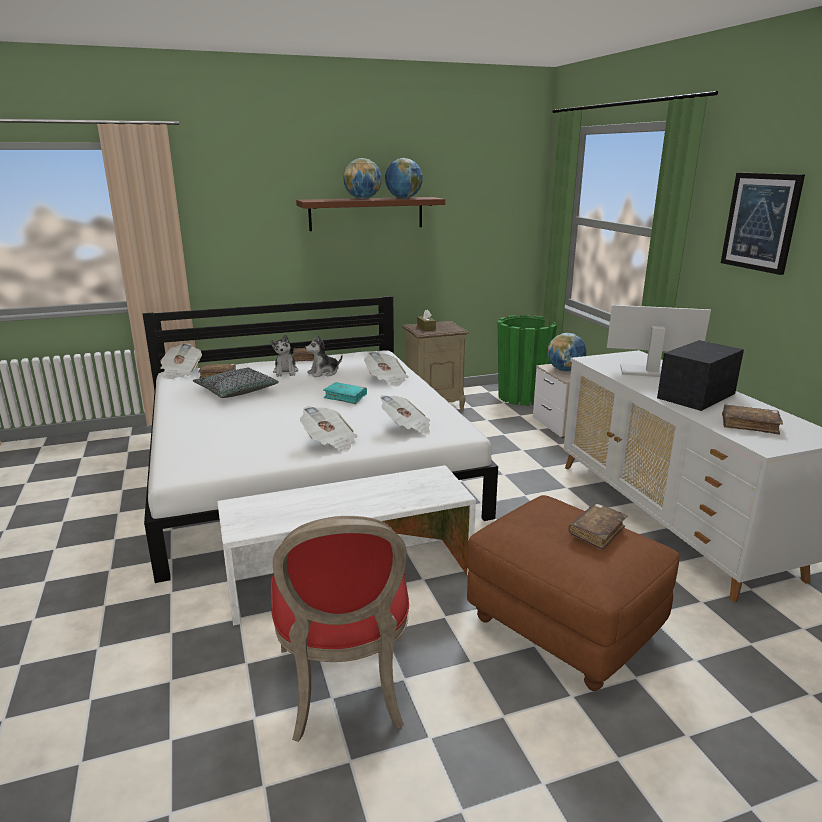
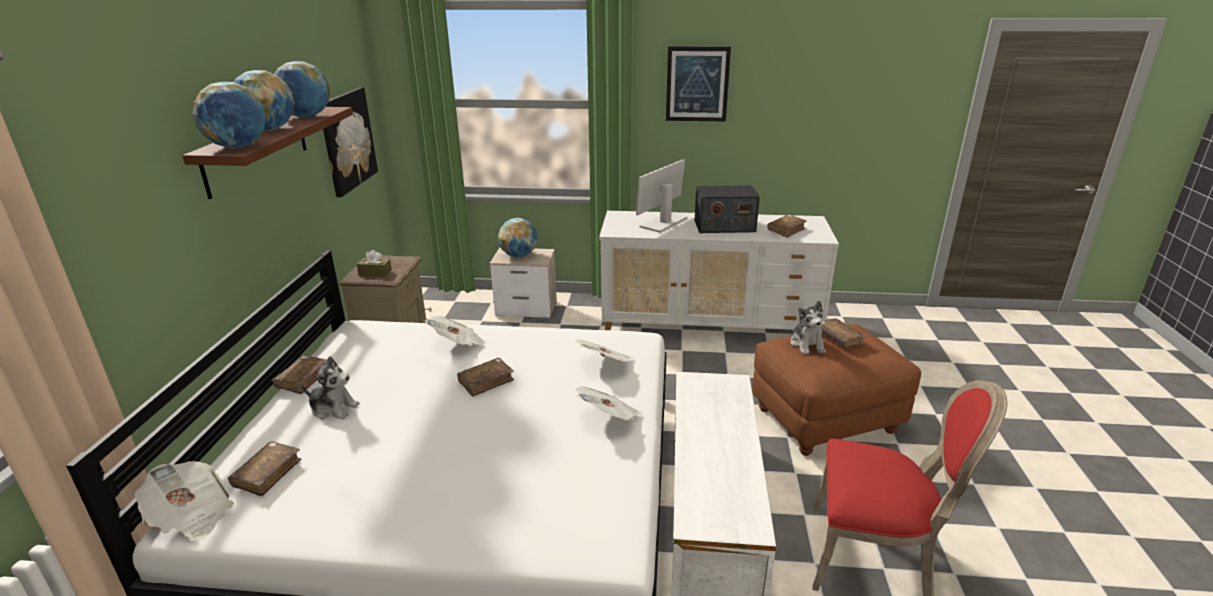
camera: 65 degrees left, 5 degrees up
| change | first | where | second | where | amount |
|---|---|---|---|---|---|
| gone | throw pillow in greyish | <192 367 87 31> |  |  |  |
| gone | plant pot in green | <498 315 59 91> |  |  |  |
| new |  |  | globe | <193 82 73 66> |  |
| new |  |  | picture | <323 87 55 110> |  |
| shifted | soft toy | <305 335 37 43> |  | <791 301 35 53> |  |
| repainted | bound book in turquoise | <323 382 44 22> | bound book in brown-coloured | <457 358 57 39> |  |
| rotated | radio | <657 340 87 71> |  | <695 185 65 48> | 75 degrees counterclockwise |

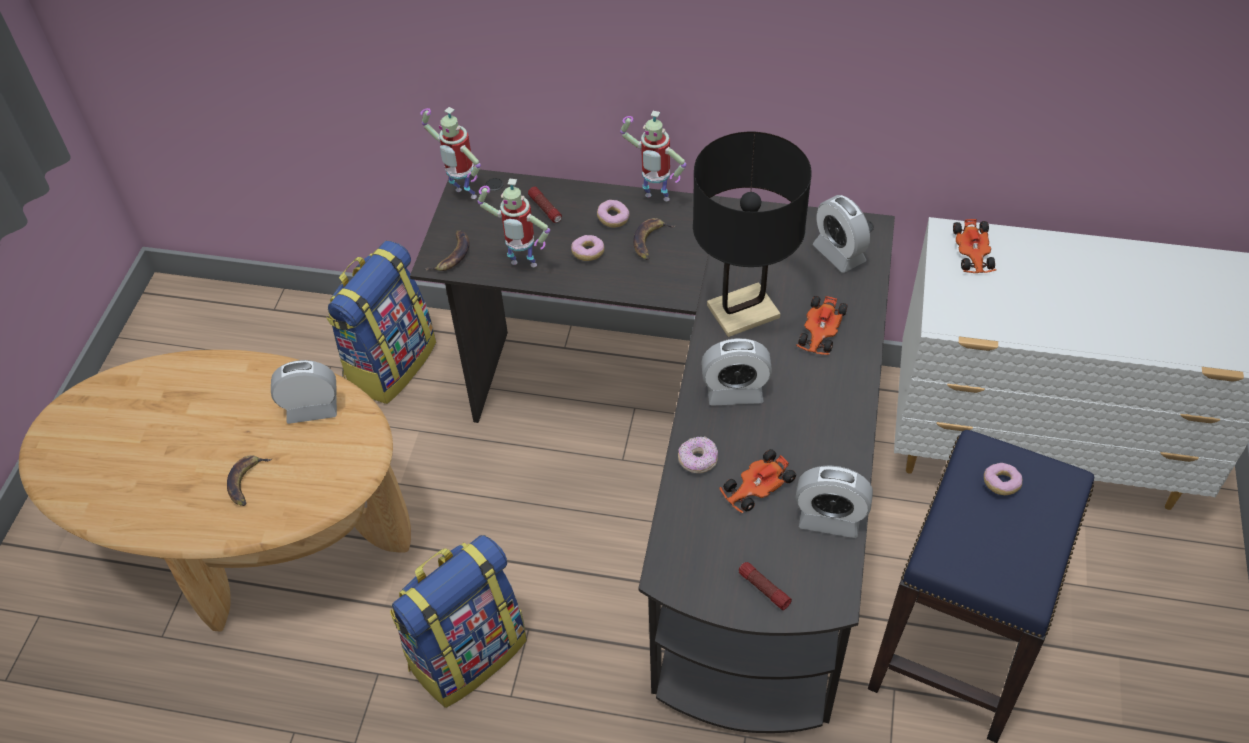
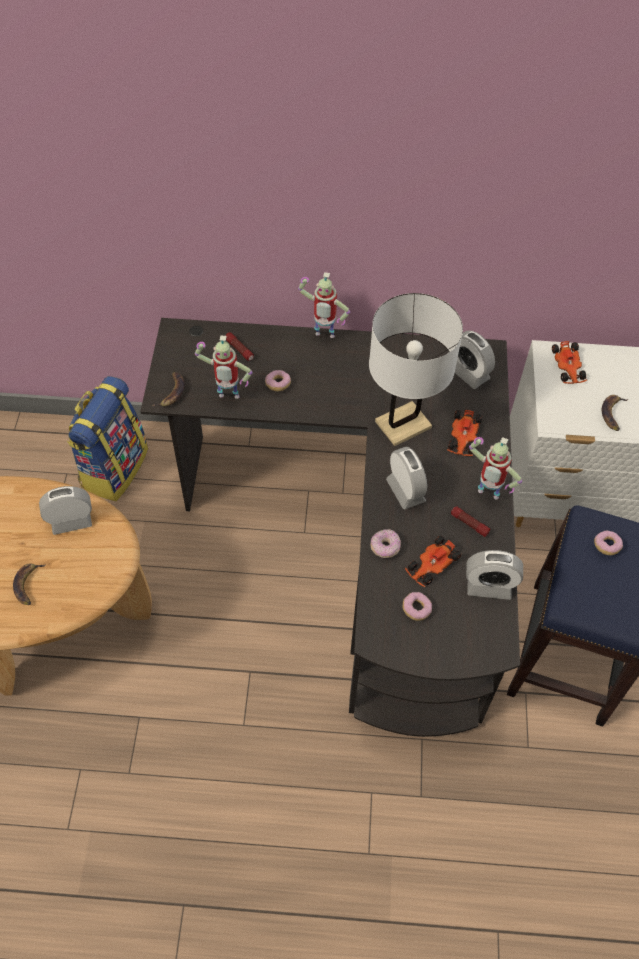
camera: 10 degrees left, 5 degrees up
| change | first | where | second | where | amount |
|---|---|---|---|---|---|
| gone | backpack | <390 535 136 173> |  |  |  |
| shifted | robot figure | <420 107 61 92> |  | <469 437 53 63> |  |
| shifted | donut | <597 200 33 28> |  | <402 592 30 29> |  |
| shifted | banana fruit | <633 218 43 42> |  | <602 395 26 36> |  |
| shifted | torch | <739 562 53 48> |  | <451 506 39 31> |  |
| repainted | table lamp in blackish | <693 132 119 205> | table lamp in whitish | <369 293 94 153> |  |
| rotated | table clock | <701 338 71 68> |  | <386 447 41 62> | 105 degrees counterclockwise |

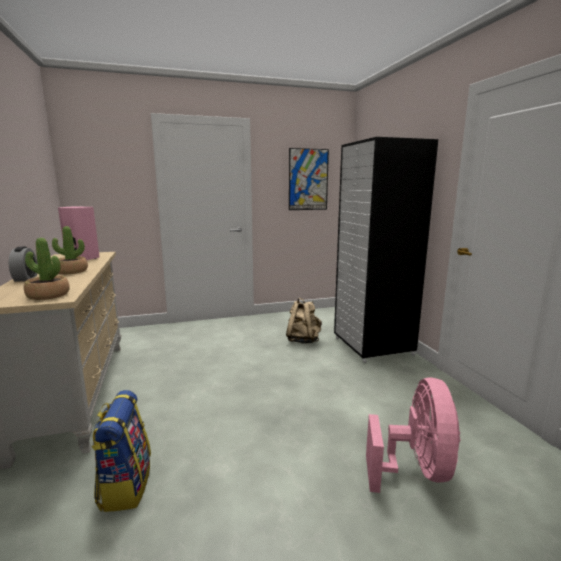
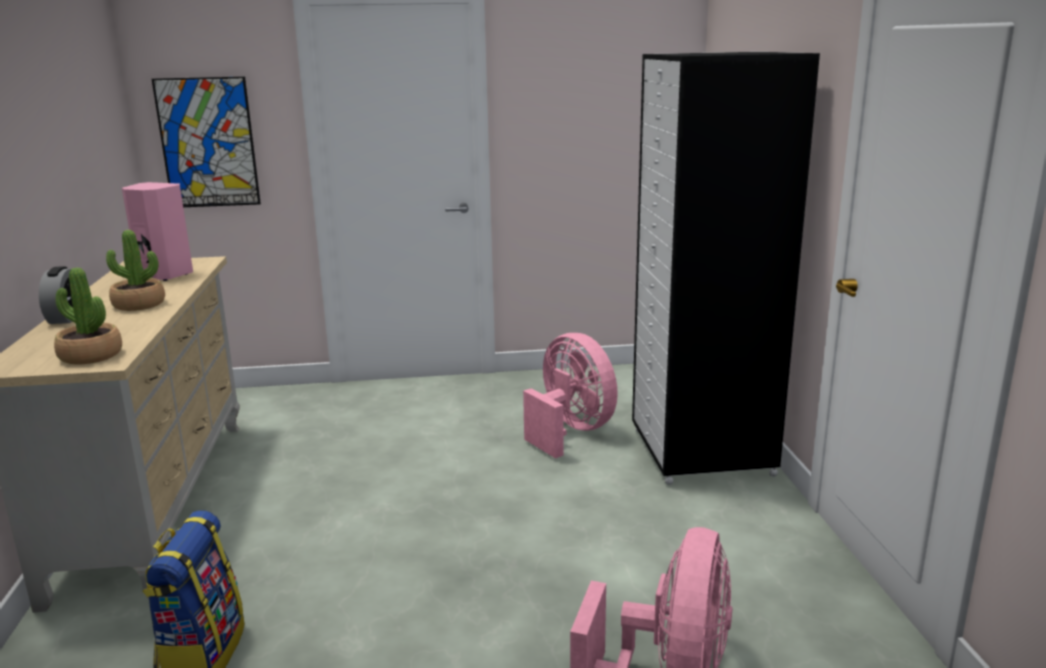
camera: 10 degrees right, 5 degrees up
| change | first | where | second | where | amount |
|---|---|---|---|---|---|
| shifted | picture | <289 148 40 62> |  | <152 77 109 130> |  |
| swapped | backpack in sand-coloured | <286 298 36 46> | cooling fan in pinkish | <523 333 95 125> |  |

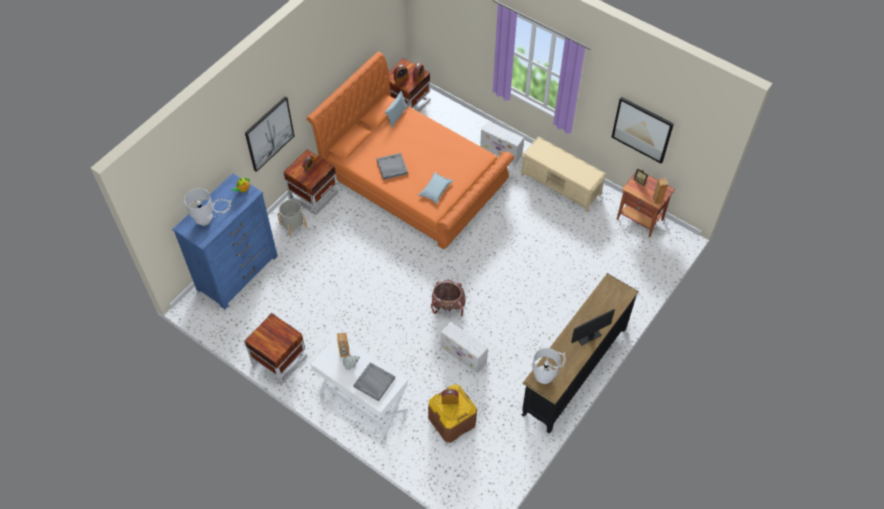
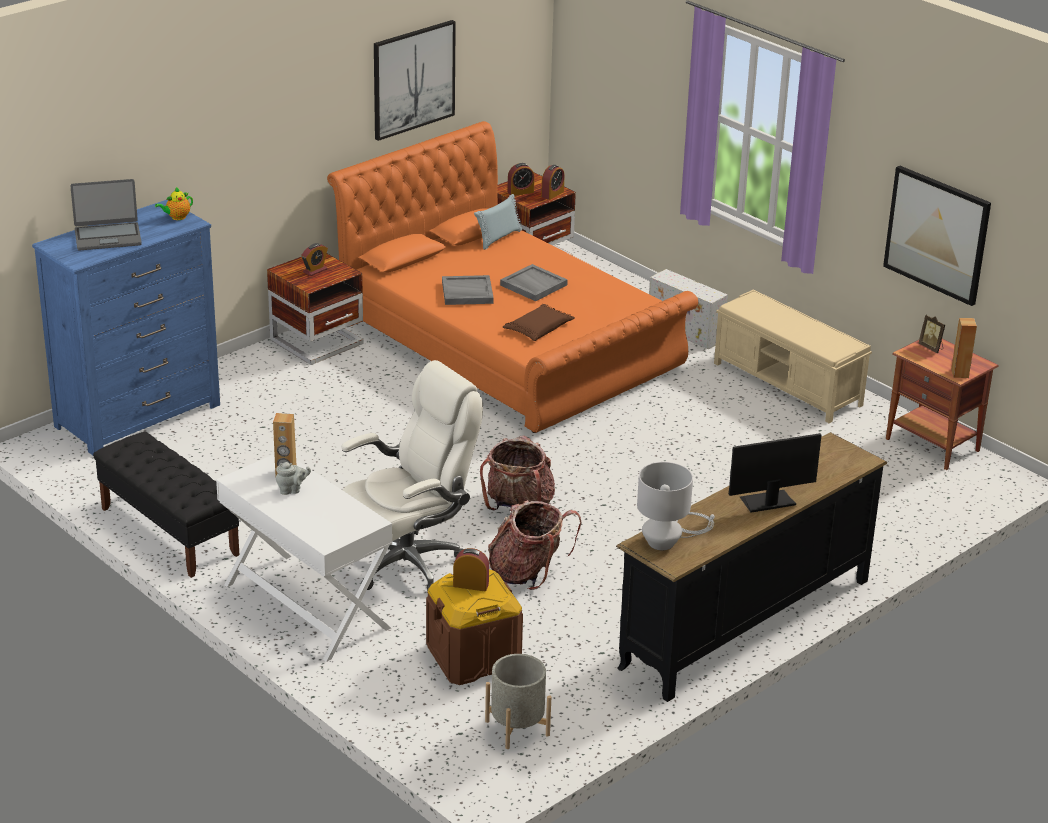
camera: 10 degrees right, 25 degrees down
| change | first | where | second | where | amount |
|---|---|---|---|---|---|
| new |  |  | office chair in whitish | <341 360 142 231> |  |
| shifted | picture | <245 96 49 76> |  | <374 20 82 121> |  |
| shifted | plant pot in greyish | <277 200 30 38> |  | <485 654 66 95> |  |
| shifted | serving tray in greyish | <353 362 42 39> |  | <500 264 68 37> |  |
| swapped | table lamp in greyish | <184 188 48 38> | notebook computer | <70 179 72 71> |  |
| swapped | nightstand | <244 313 63 72> | indoor bench in blackish | <93 432 146 146> |  |
| swapped | storage container in whitish | <441 322 47 51> | backpack | <488 500 93 90> |  |
| repainted | throw pillow in blue | <418 172 35 32> | throw pillow in brown-coloured | <503 304 72 37> |  |

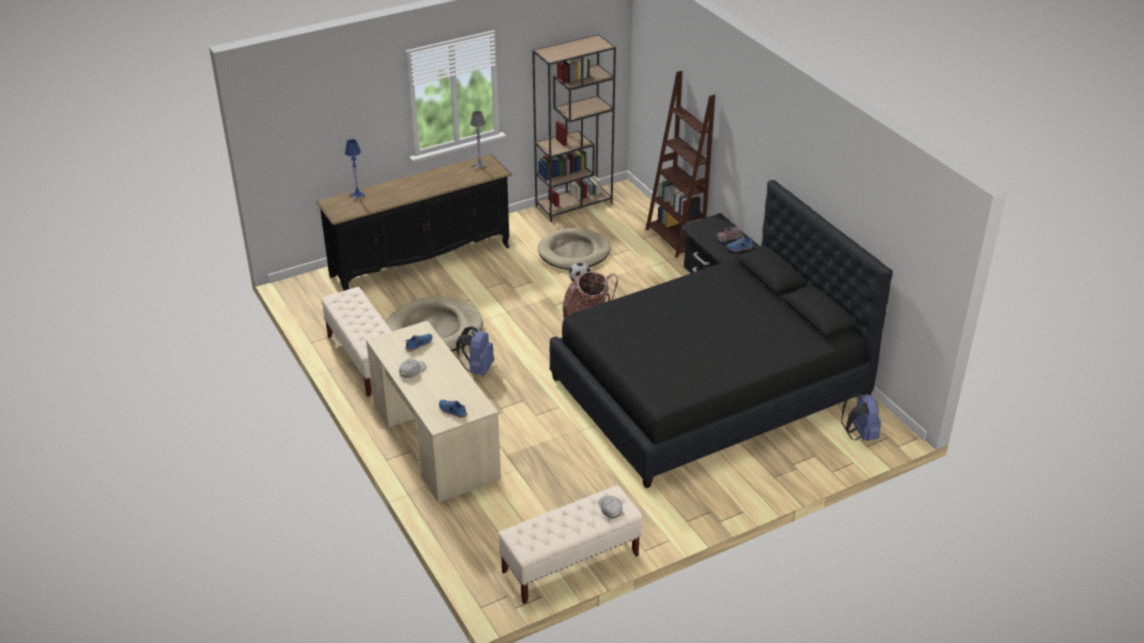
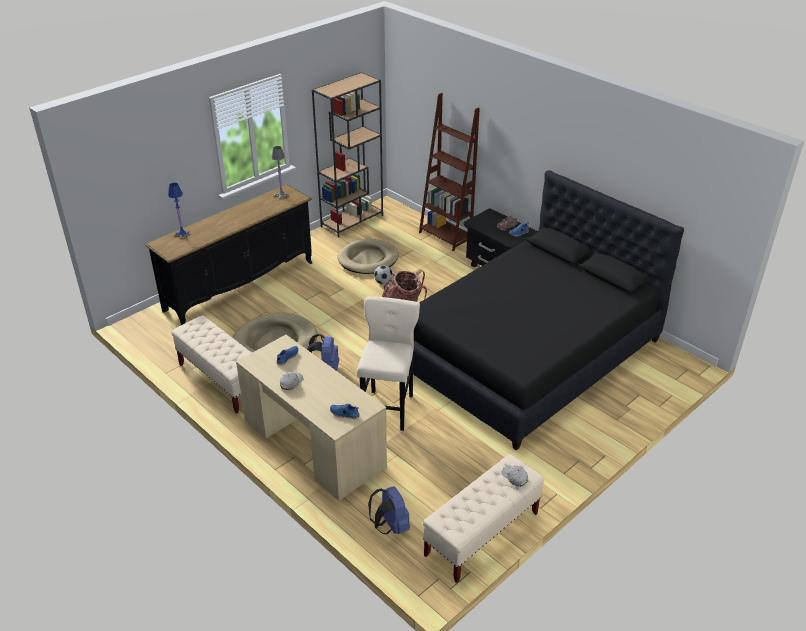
camera: 15 degrees left, 0 degrees up
| change | first | where | second | where | amount |
|---|---|---|---|---|---|
| new |  |  | stool seat in sand-coloured | <357 296 63 135> |  |
| shifted | backpack in blue | <841 393 40 48> |  | <368 486 42 48> |  |

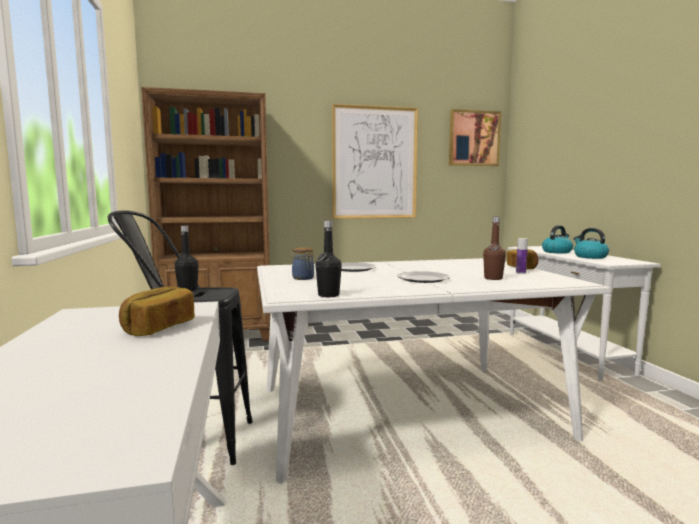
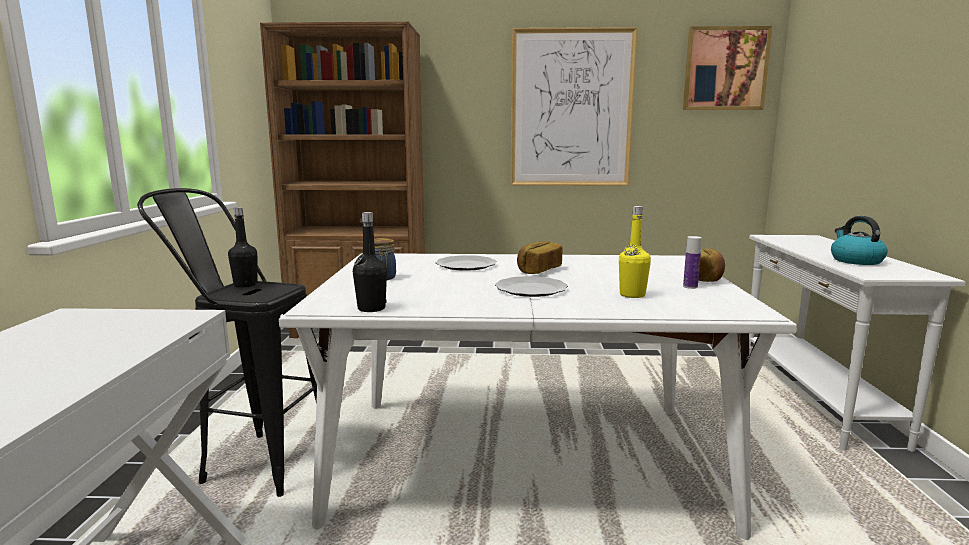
camera: 15 degrees right, 5 degrees up
| change | first | where | second | where | amount |
|---|---|---|---|---|---|
| gone | tea kettle | <542 225 31 29> |  |  |  |
| shifted | bakery bread | <119 287 76 49> |  | <517 241 46 33> |  |
| repainted | beverage bottle in brown-coloured | <483 217 23 63> | beverage bottle in yellowish | <619 206 32 92> |  |

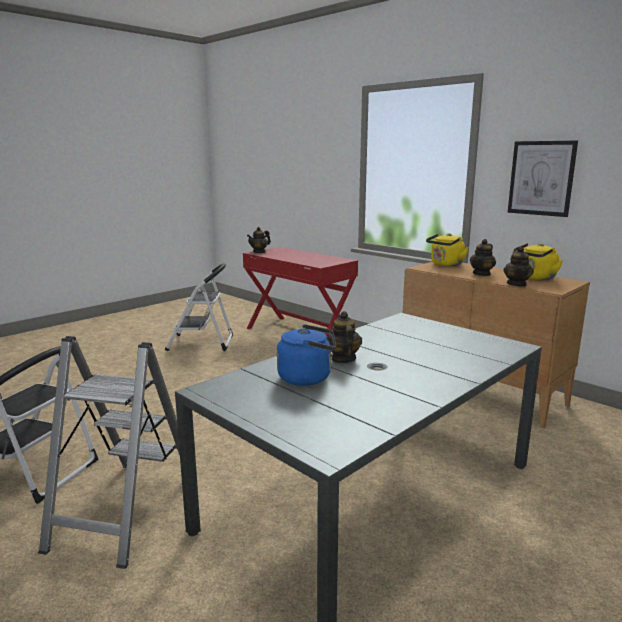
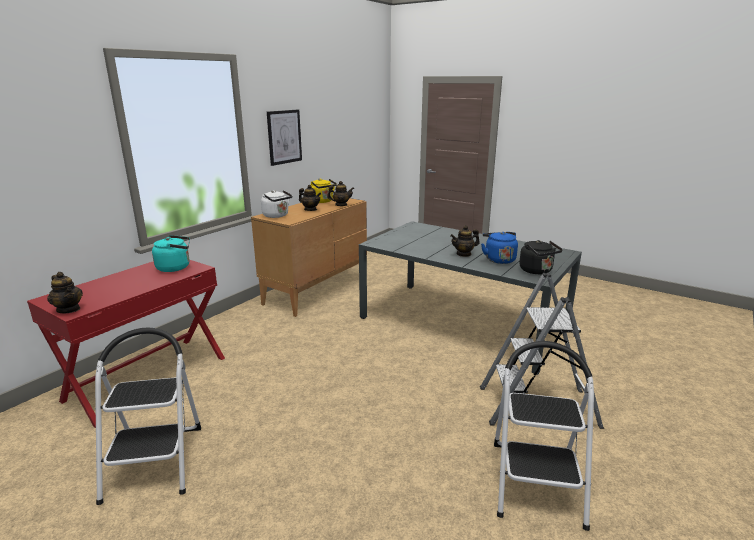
camera: 100 degrees left, 5 degrees up
| change | first | where | second | where | amount |
|---|---|---|---|---|---|
| new |  |  | tea kettle in turquoise | <152 235 38 37> |  |
| new |  |  | tea kettle in blackish | <519 240 44 34> |  |
| repainted | tea kettle in yellowish | <426 233 42 34> | tea kettle in whitish | <261 190 31 28> |  |

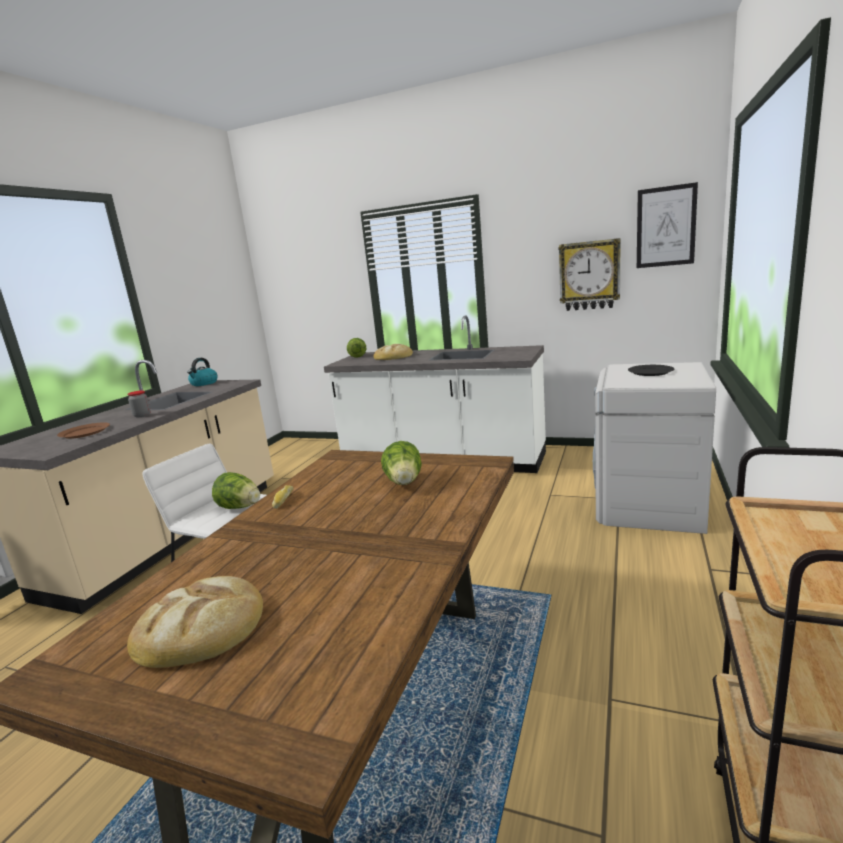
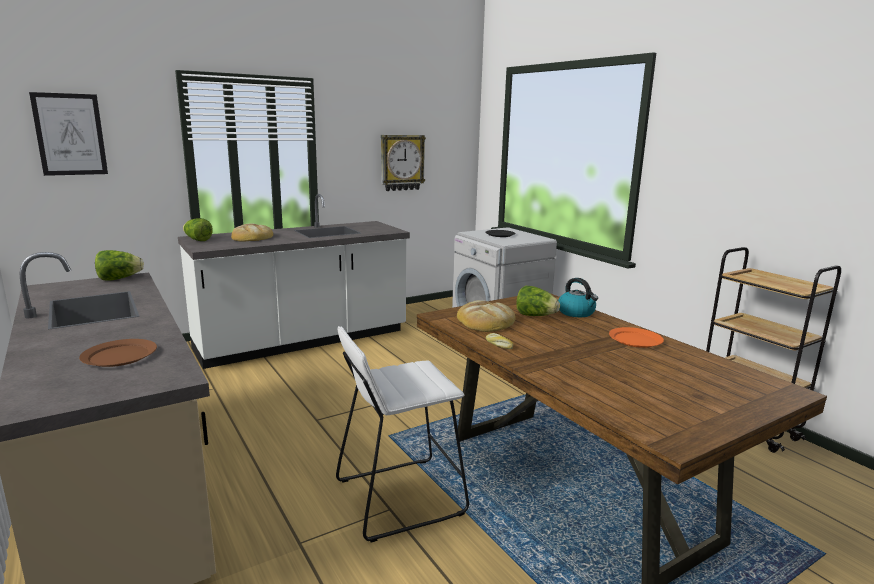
camera: 55 degrees left, 0 degrees up
| change | first | where | second | where | amount |
|---|---|---|---|---|---|
| gone | jar | <127 390 24 28> |  |  |  |
| new |  |  | dinner plate in orangey | <609 327 55 21> |  |
| shifted | bakery bread | <127 576 136 92> |  | <457 300 59 32> |  |
| shifted | tea kettle | <187 358 31 28> |  | <558 278 40 39> |  |
| shifted | lettuce | <212 472 48 37> |  | <95 250 49 31> |  |
| shifted | picture | <637 182 61 86> |  | <29 92 79 84> |  |

